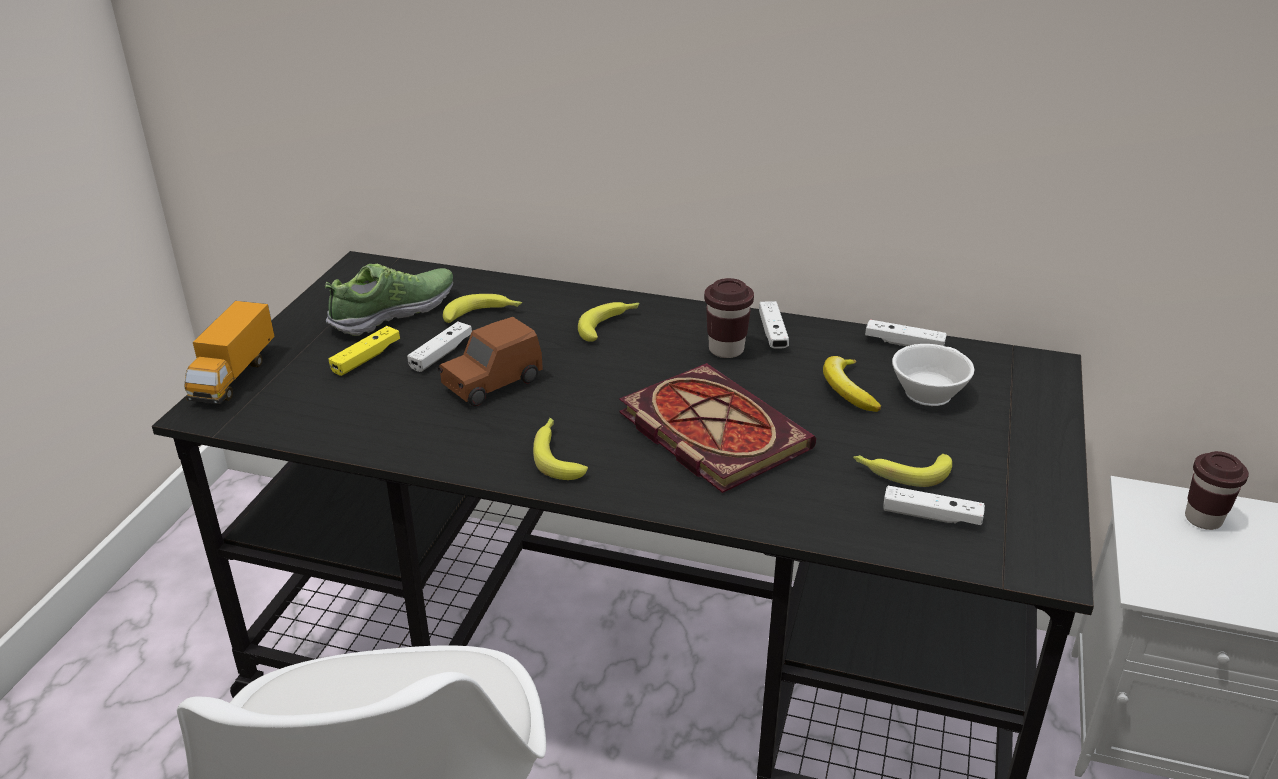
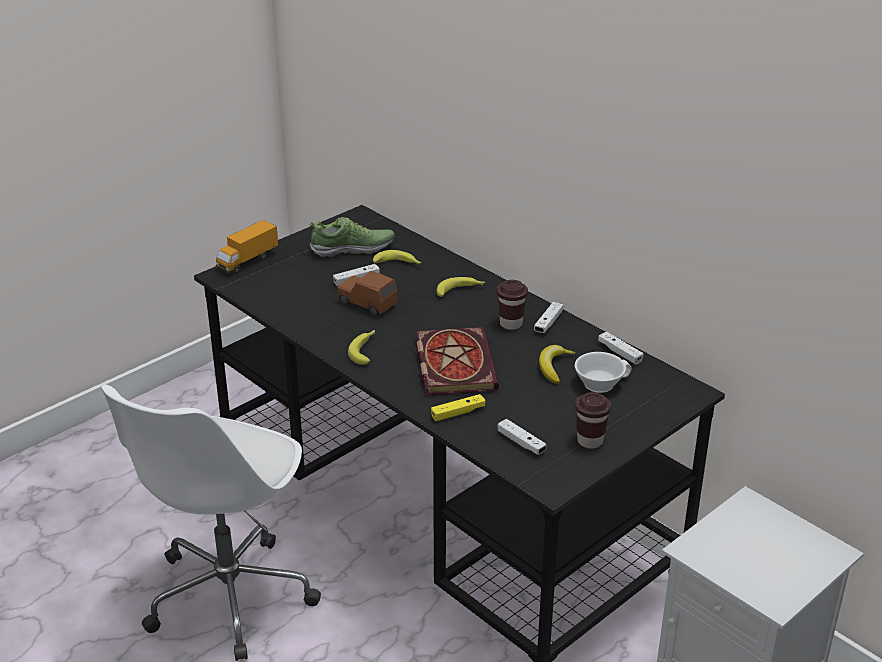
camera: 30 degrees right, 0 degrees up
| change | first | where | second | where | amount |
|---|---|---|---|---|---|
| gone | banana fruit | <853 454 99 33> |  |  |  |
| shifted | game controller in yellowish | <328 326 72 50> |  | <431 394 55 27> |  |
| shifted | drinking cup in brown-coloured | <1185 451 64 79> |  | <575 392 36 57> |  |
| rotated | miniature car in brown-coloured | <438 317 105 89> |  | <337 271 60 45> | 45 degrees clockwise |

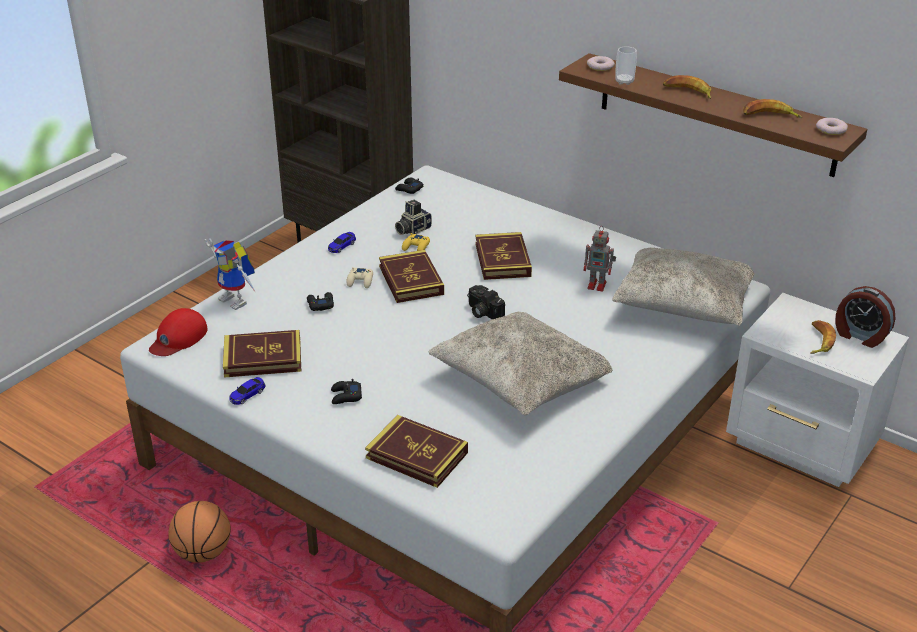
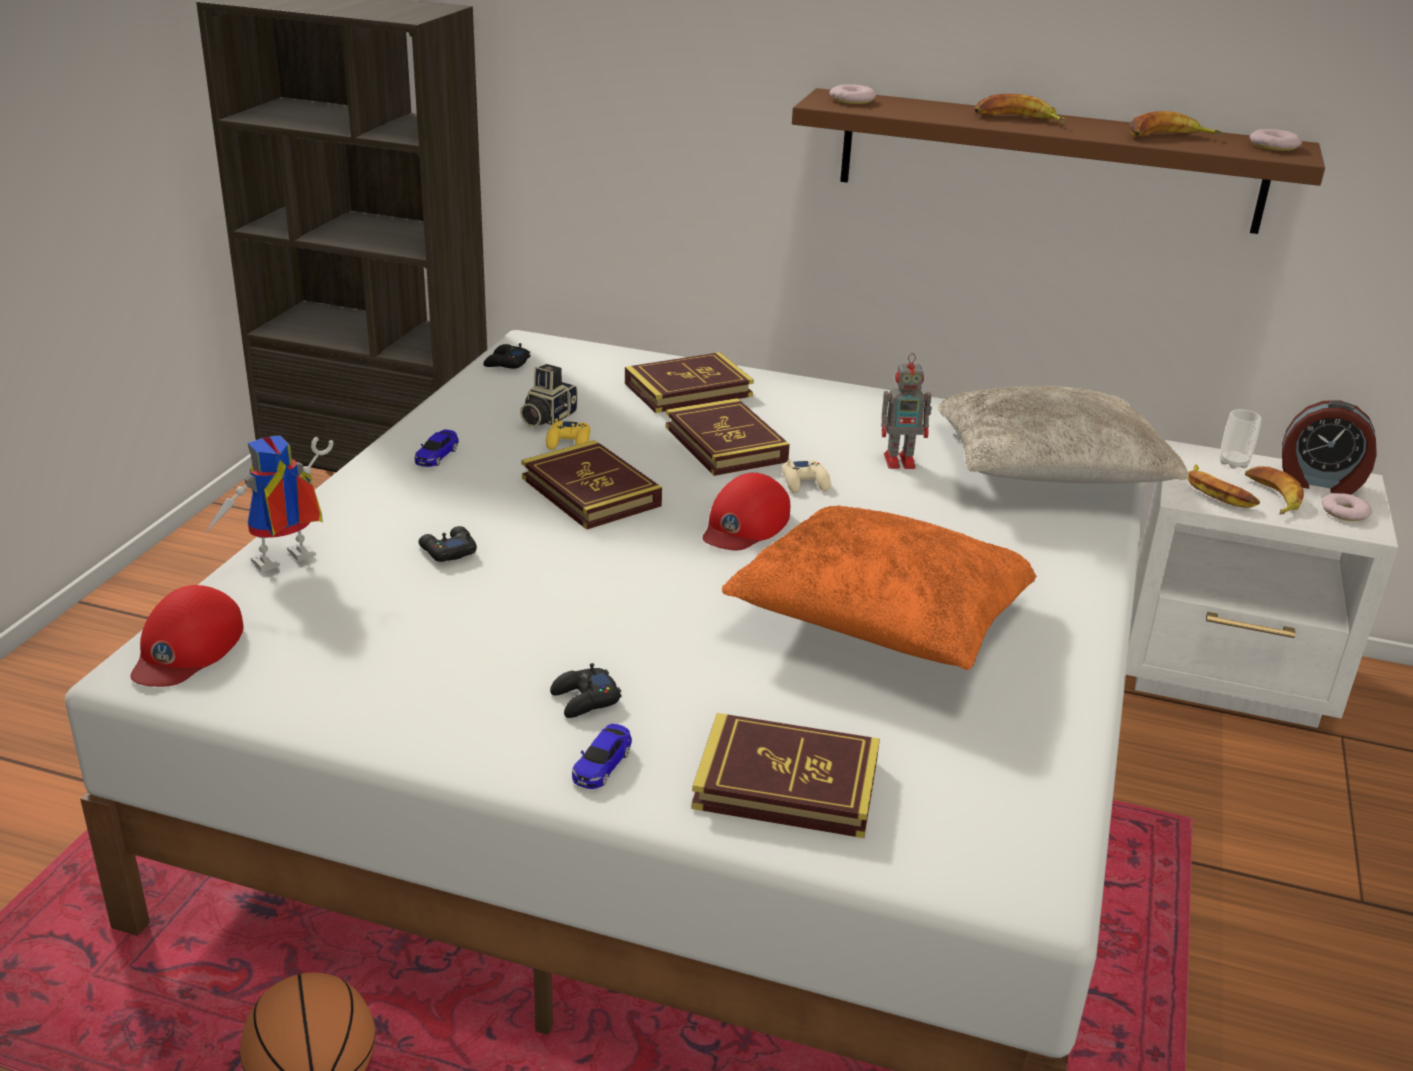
camera: 20 degrees left, 5 degrees down
| change | first | where | second | where | amount |
|---|---|---|---|---|---|
| new |  |  | banana fruit | <1188 464 72 44> |  |
| new |  |  | donut | <1322 493 50 28> |  |
| shifted | bound book | <223 330 78 48> |  | <625 352 129 61> |  |
| shifted | miniature car | <229 377 36 28> |  | <572 724 60 65> |  |
| shifted | game controller in sand-coloured | <346 267 27 21> |  | <782 460 49 33> |  |
| shifted | drinking cup | <615 46 22 39> |  | <1219 409 42 60> |  |
| swapped | still camera | <467 285 38 35> | baseball cap in red-coloured | <703 473 87 77> |  |
| repainted | throw pillow in sand-coloured | <428 312 185 104> | throw pillow in orangey | <722 506 315 165> |  |
| rotated | robot figure | <204 238 51 72> |  | <205 435 129 137> | 120 degrees clockwise |

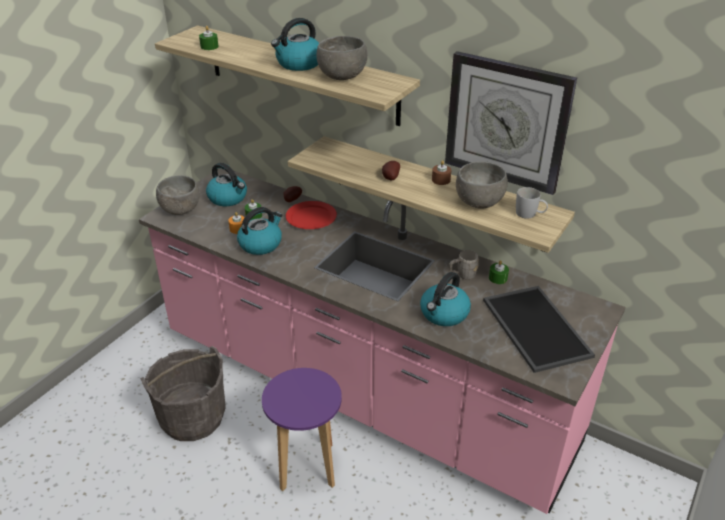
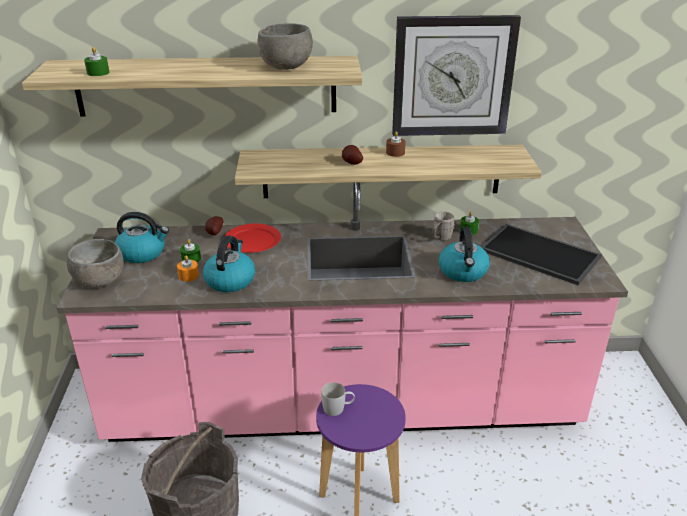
camera: 35 degrees left, 5 degrees down
| change | first | where | second | where | amount |
|---|---|---|---|---|---|
| gone | tea kettle | <271 18 48 53> |  |  |  |
| gone | serving bowl in greyish | <456 161 52 48> |  |  |  |
| shifted | tea mug in whitish | <516 187 32 32> |  | <321 382 34 34> |  |

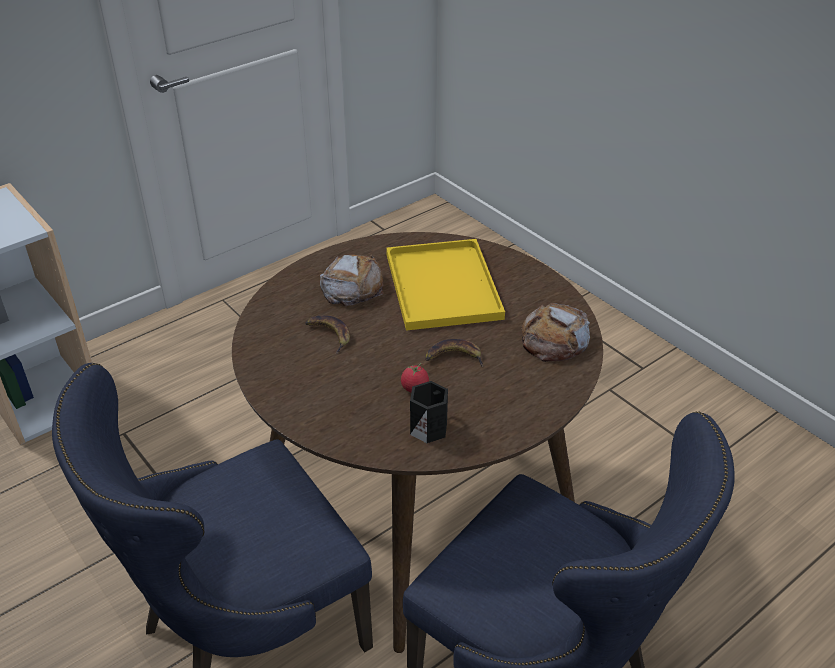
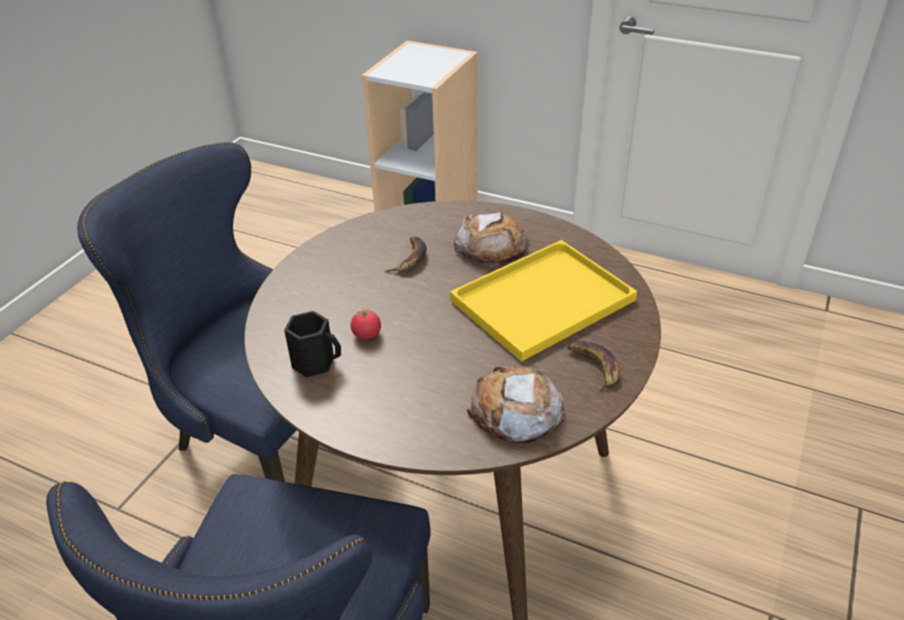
camera: 65 degrees right, 0 degrees up
| change | first | where | second | where | amount |
|---|---|---|---|---|---|
| shifted | banana fruit | <426 339 58 28> |  | <567 341 53 53> |  |

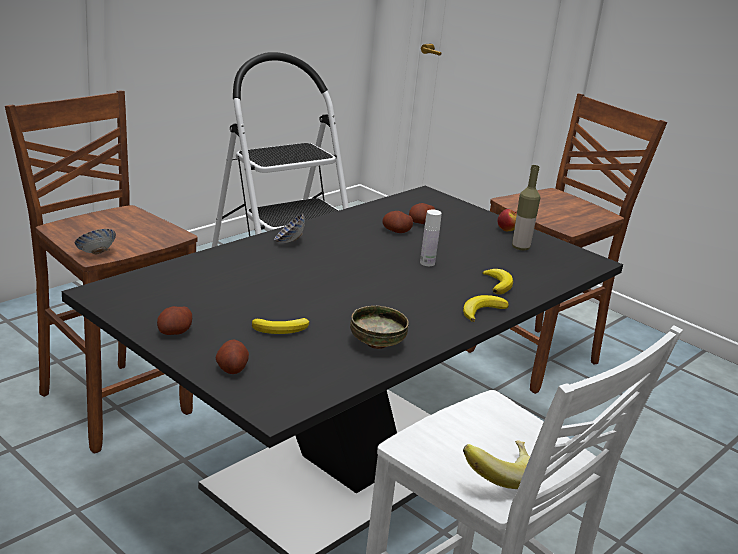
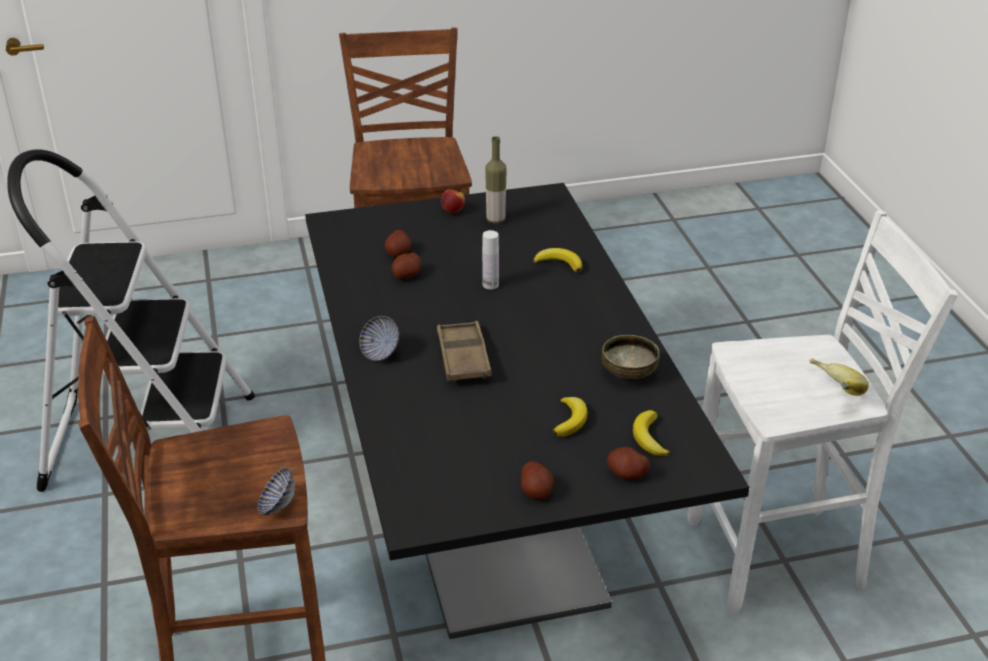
camera: 55 degrees left, 10 degrees up
| change | first | where | second | where | amount |
|---|---|---|---|---|---|
| new |  |  | serving tray in brown-coloured | <437 321 54 61> |  |
| shifted | banana fruit | <463 295 46 27> |  | <633 410 37 46> |  |

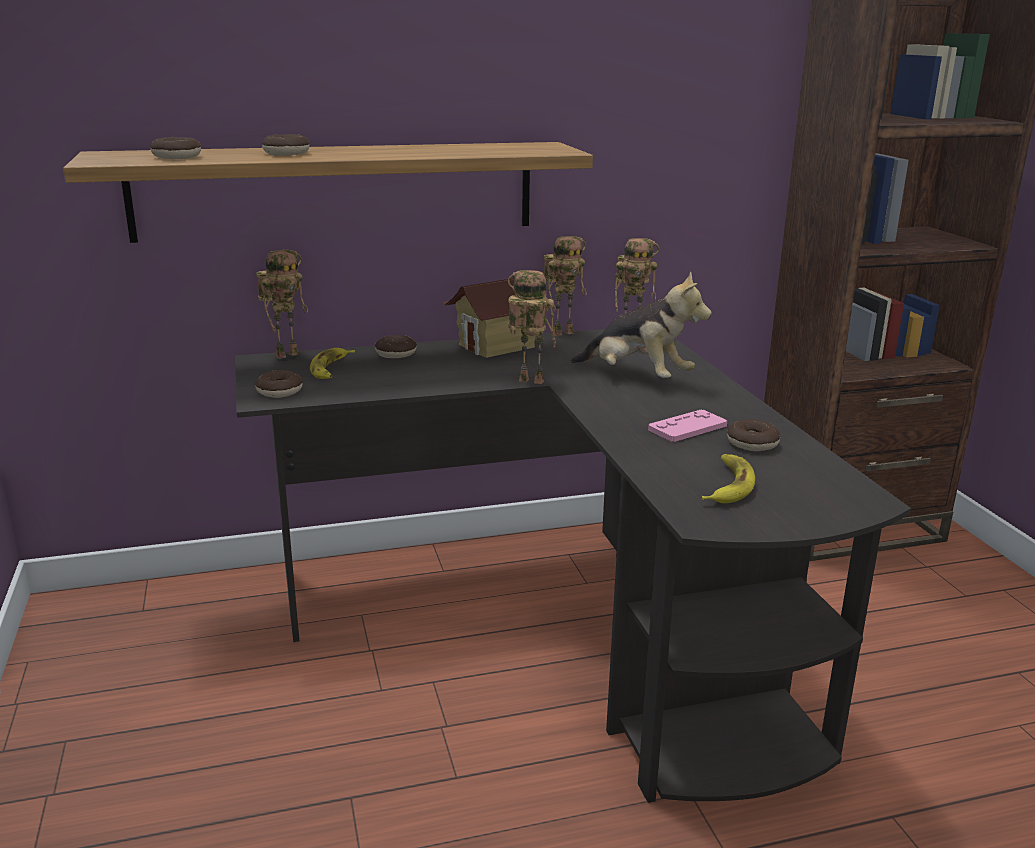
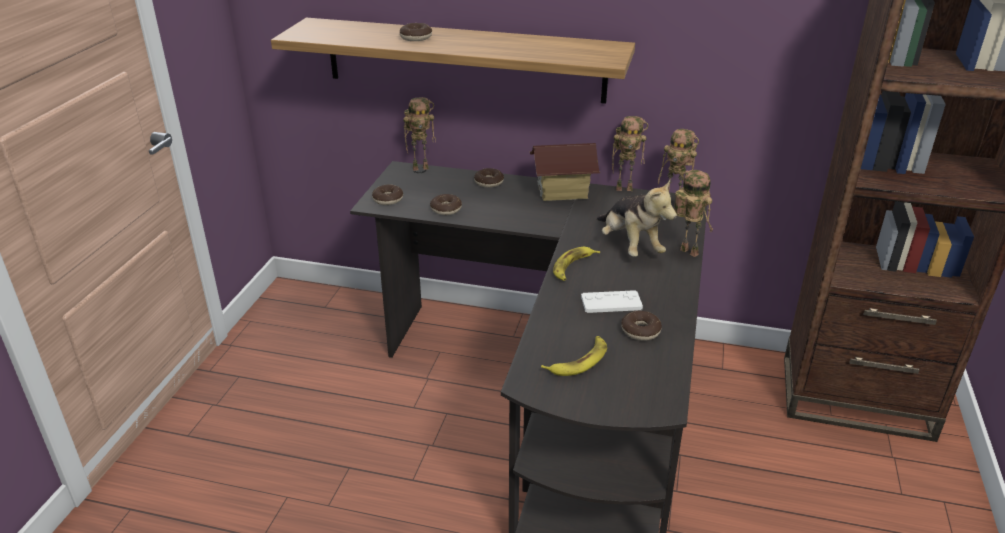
camera: 30 degrees right, 10 degrees up
| change | first | where | second | where | amount |
|---|---|---|---|---|---|
| shifted | donut | <150 137 51 22> |  | <430 194 32 21> |  |
| shifted | banana fruit | <310 348 45 31> |  | <553 247 47 34> |  |
| shifted | robot figure | <508 270 48 114> |  | <674 170 39 87> |  |
| repainted | game controller in pinkish | <648 410 79 32> | game controller in whitish | <581 290 62 23> |  |

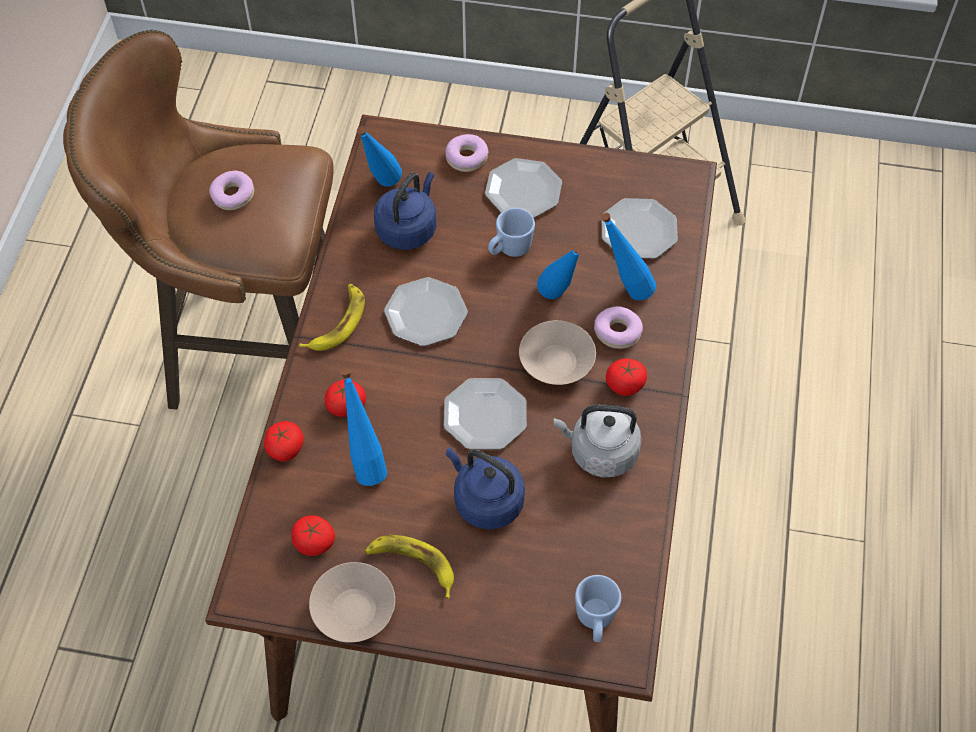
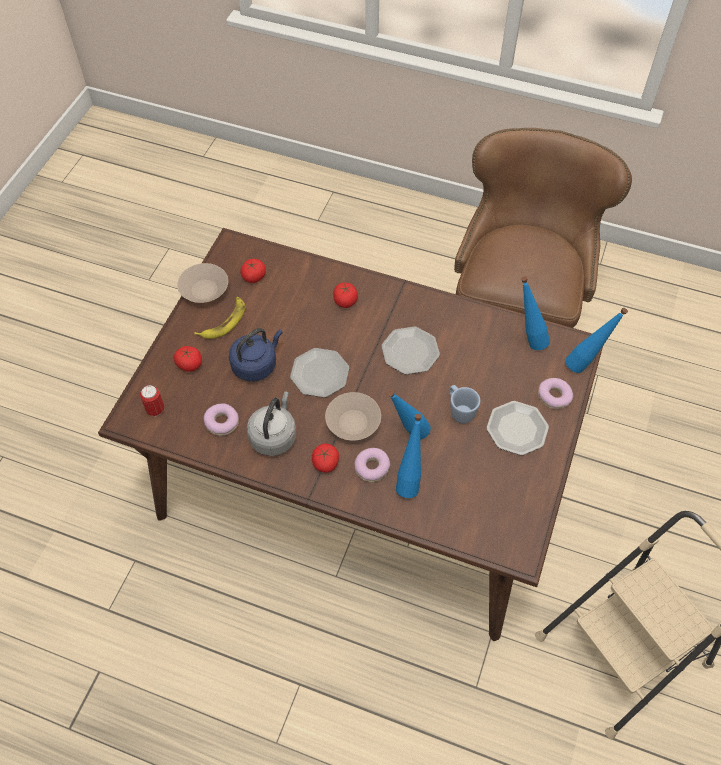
camera: 100 degrees right, 0 degrees up
| change | first | where | second | where | amount |
|---|---|---|---|---|---|
| gone | banana fruit | <299 284 66 67> |  |  |  |
| gone | tea kettle in blue | <374 172 62 78> |  |  |  |
| gone | dinner plate | <602 198 76 61> |  |  |  |
| shifted | donut | <209 171 45 39> |  | <203 403 36 33> |  |
| shifted | whole tomato | <264 421 40 41> |  | <174 346 28 26> |  |
| shifted | beverage bottle in blue | <341 369 46 117> |  | <565 308 63 65> |  |
| swapped | tea mug in blue | <575 575 46 67> | sealed can | <140 385 24 31> |  |

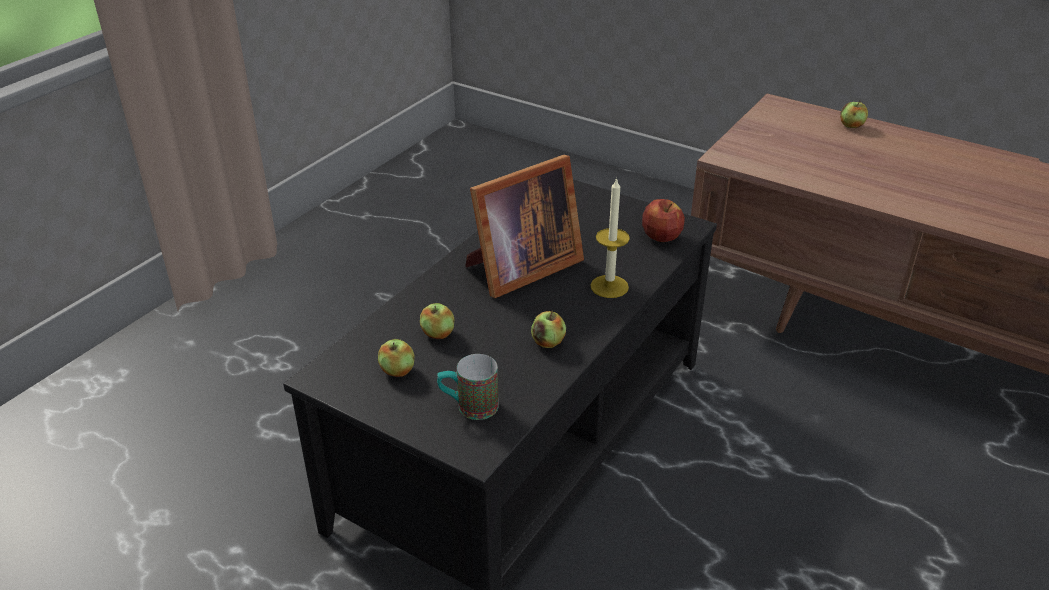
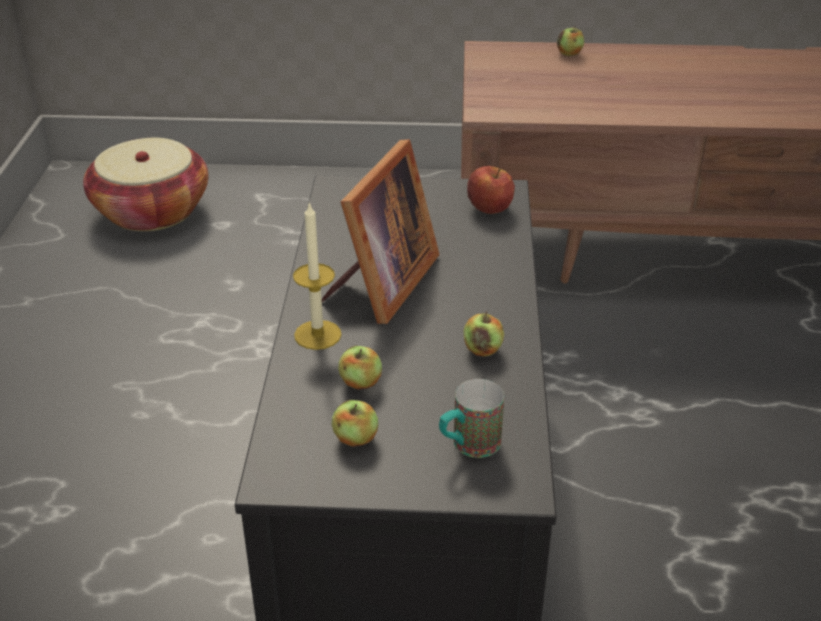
camera: 30 degrees left, 0 degrees up
| change | first | where | second | where | amount |
|---|---|---|---|---|---|
| new |  |  | storage basket | <83 138 125 93> |  |
| shifted | wax light | <590 177 40 121> |  | <293 202 49 148> |  |

